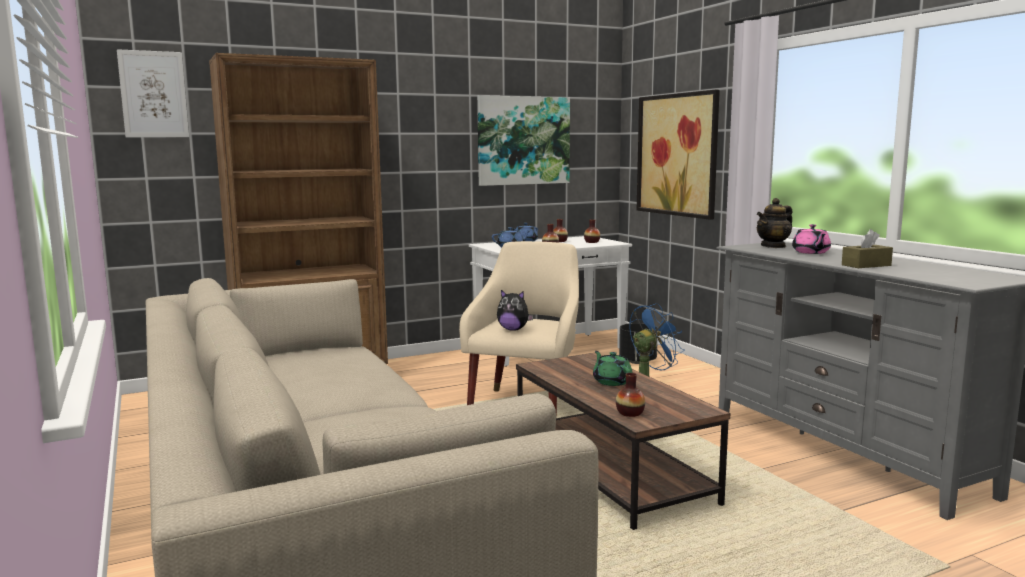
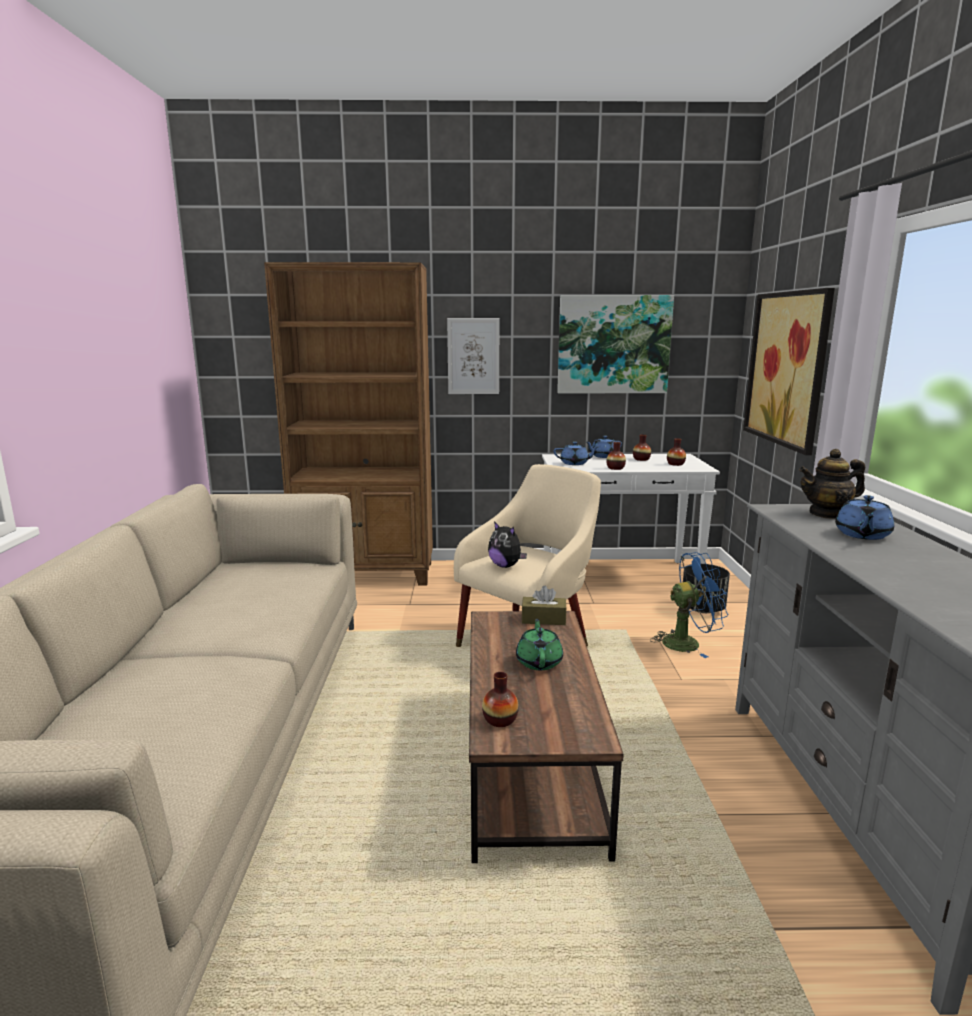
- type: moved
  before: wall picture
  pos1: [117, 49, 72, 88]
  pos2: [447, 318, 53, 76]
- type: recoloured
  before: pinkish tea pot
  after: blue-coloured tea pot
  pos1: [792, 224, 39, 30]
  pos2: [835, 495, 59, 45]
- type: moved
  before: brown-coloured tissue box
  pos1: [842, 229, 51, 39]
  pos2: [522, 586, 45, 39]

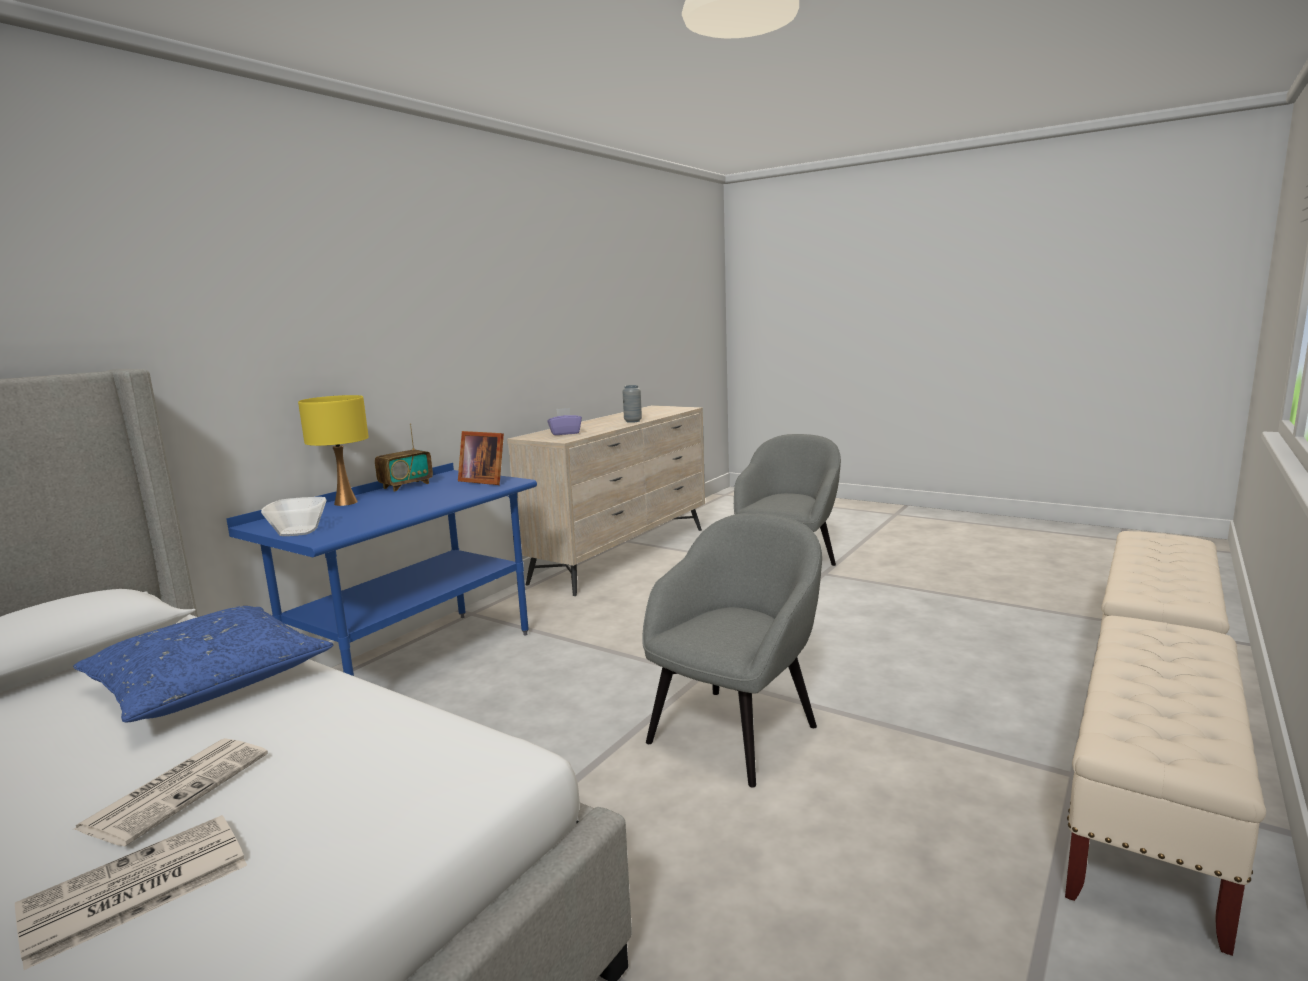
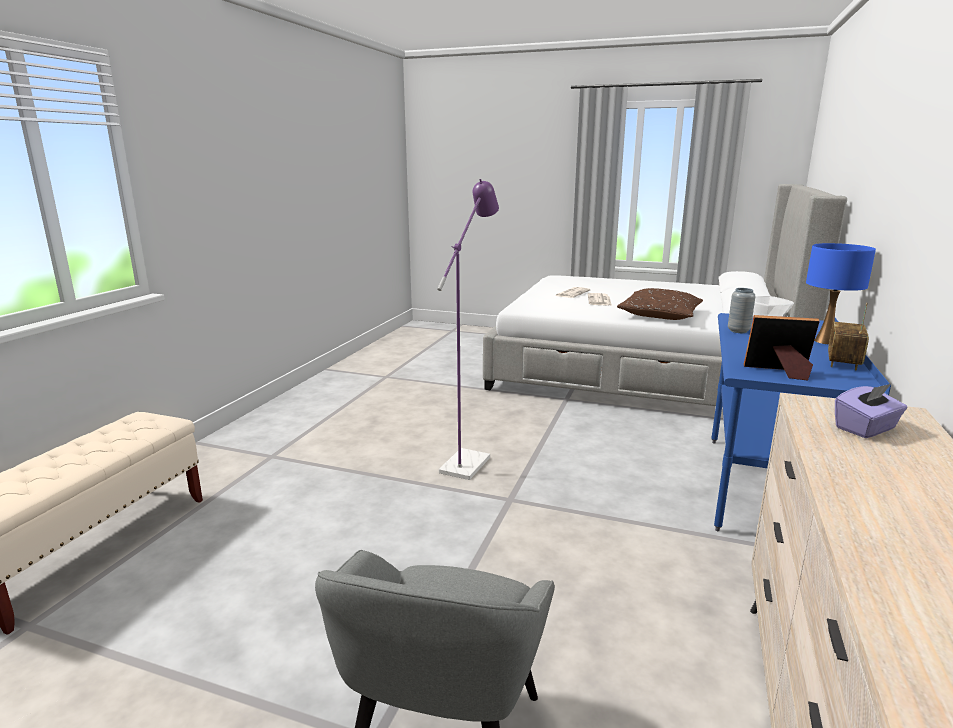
- type: recoloured
  before: blue-coloured cushion
  after: brown-coloured cushion
  pos1: [73, 606, 260, 116]
  pos2: [617, 288, 86, 32]
- type: recoloured
  before: yellow lamp for a table
  after: blue-coloured lamp for a table
  pos1: [298, 395, 71, 111]
  pos2: [806, 243, 70, 101]
- type: moved
  before: grey decorative vase
  pos1: [622, 385, 20, 38]
  pos2: [728, 288, 28, 45]
- type: replaced
  before: grey lounge chair
  after: purple-coloured standing lamp
  pos1: [642, 513, 180, 275]
  pos2: [437, 179, 62, 301]
- type: removed
  before: sand-coloured bench
  pos1: [1065, 616, 201, 340]

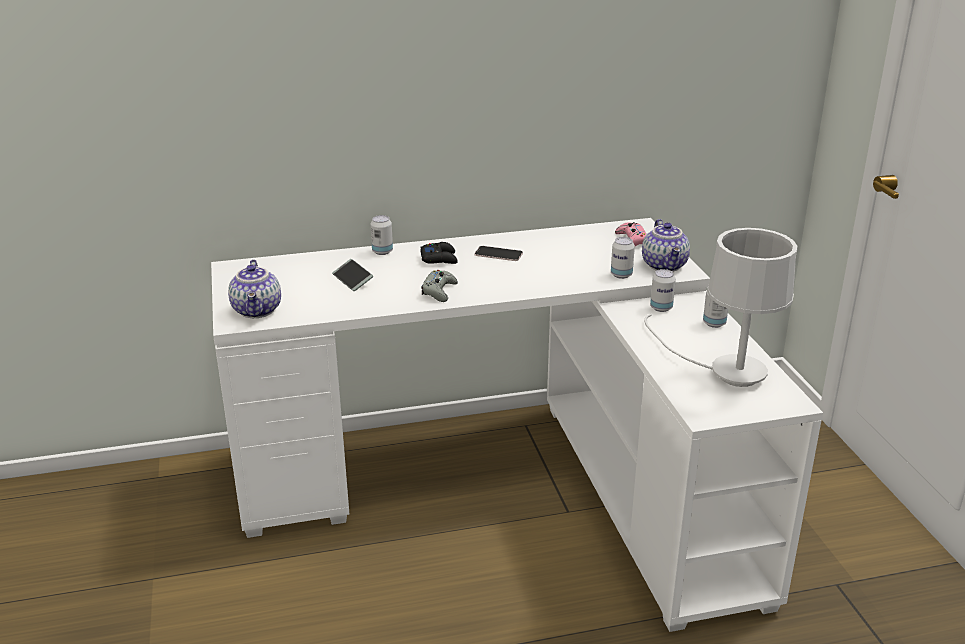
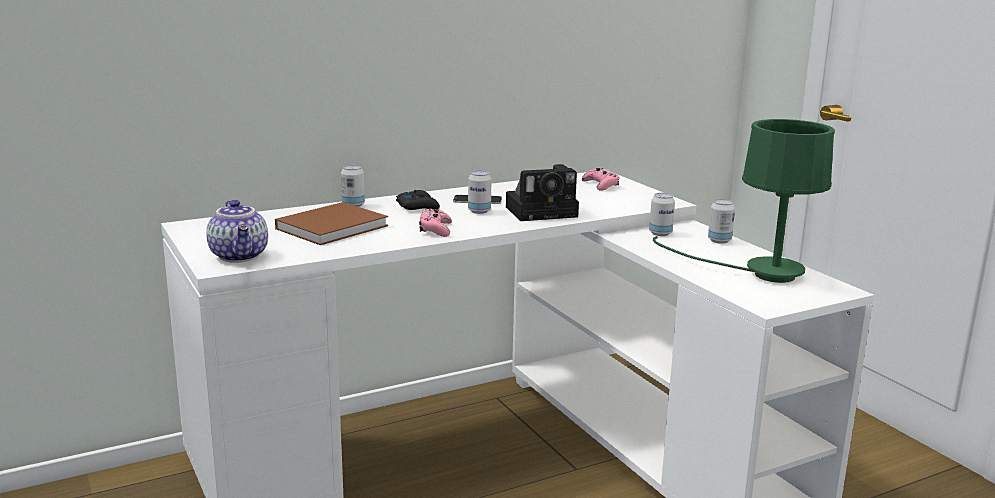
- type: replaced
  before: handset
  after: brown-coloured book
  pos1: [332, 259, 41, 32]
  pos2: [275, 202, 113, 43]
- type: recoloured
  before: grey joypad
  after: pinkish joypad
  pos1: [421, 270, 37, 32]
  pos2: [419, 209, 33, 28]
- type: moved
  before: can
  pos1: [611, 237, 24, 42]
  pos2: [468, 170, 24, 44]
- type: removed
  before: tea pot
  pos1: [642, 219, 48, 53]
- type: recoloured
  before: white-coloured lamp for a table
  after: green lamp for a table
  pos1: [644, 228, 154, 159]
  pos2: [653, 119, 182, 164]
- type: added
  after: still camera
  pos2: [506, 164, 73, 57]

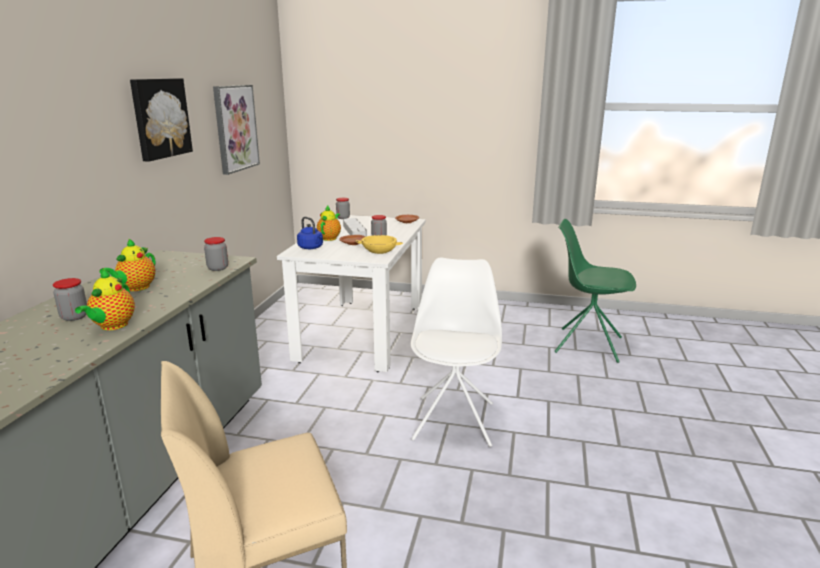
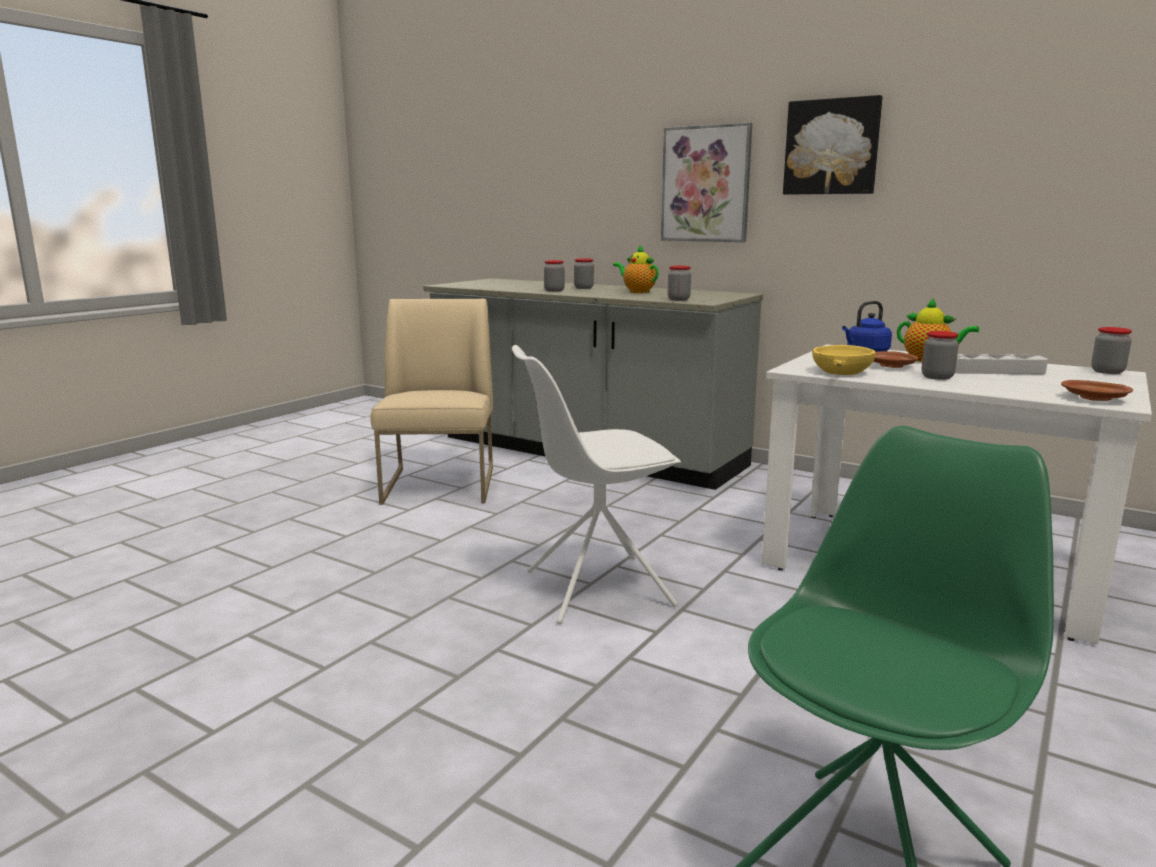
- type: replaced
  before: tea pot
  after: storage jar
  pos1: [75, 269, 60, 61]
  pos2: [544, 260, 21, 32]
- type: moved
  before: wall picture
  pos1: [213, 85, 47, 90]
  pos2: [661, 123, 91, 119]
- type: turned
  before: white-coloured upright chair
  pos1: [411, 257, 91, 190]
  pos2: [512, 345, 169, 279]
  turn: 135

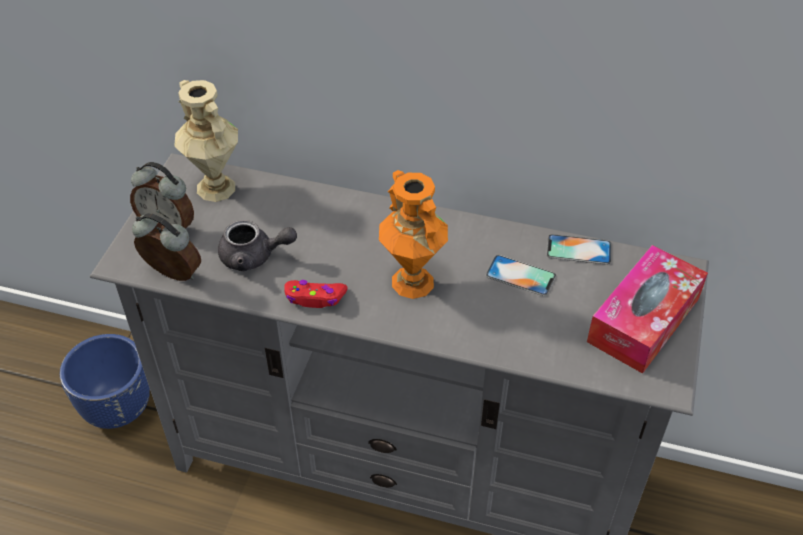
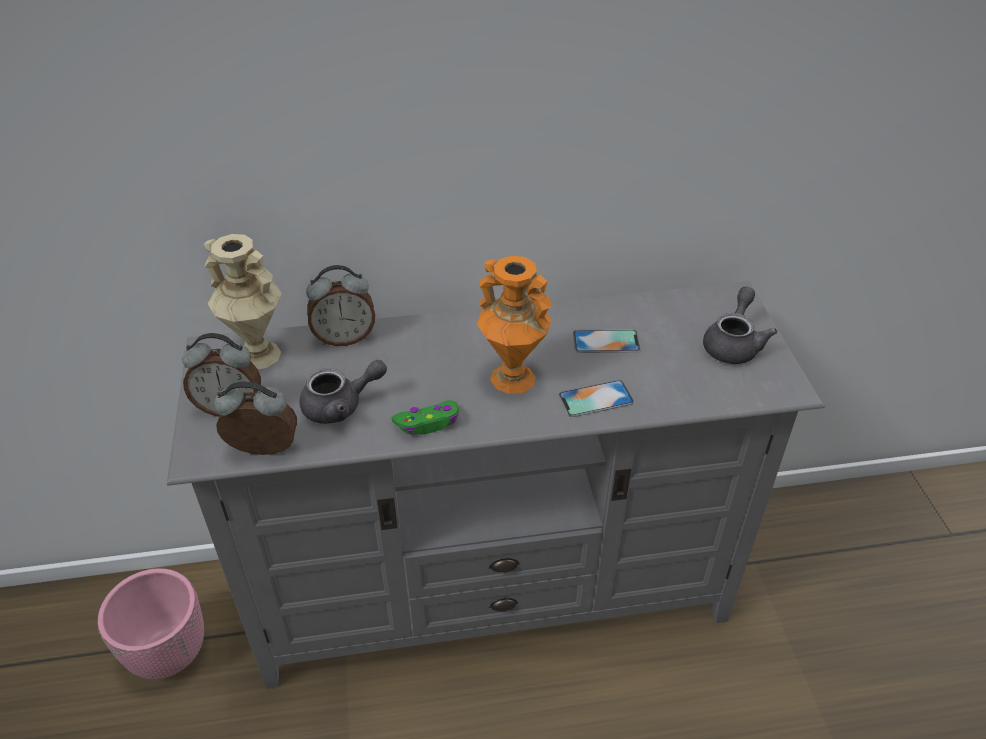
- type: recoloured
  before: blue-coloured flower pot
  after: pinkish flower pot
  pos1: [60, 334, 90, 95]
  pos2: [97, 568, 107, 111]
- type: recoloured
  before: reddish joypad
  after: green joypad
  pos1: [284, 280, 64, 28]
  pos2: [392, 400, 67, 35]
- type: moved
  before: handset
  pos1: [547, 234, 65, 31]
  pos2: [558, 380, 76, 37]
- type: replaced
  before: tissue box
  after: grey tea pot
  pos1: [587, 245, 121, 129]
  pos2: [703, 286, 74, 78]
- type: added
  after: bedside clock
  pos2: [306, 265, 69, 81]

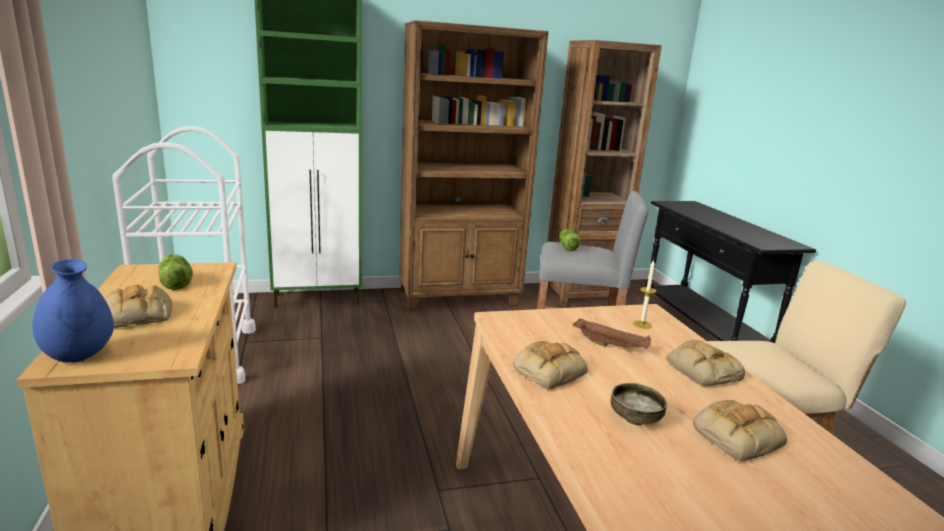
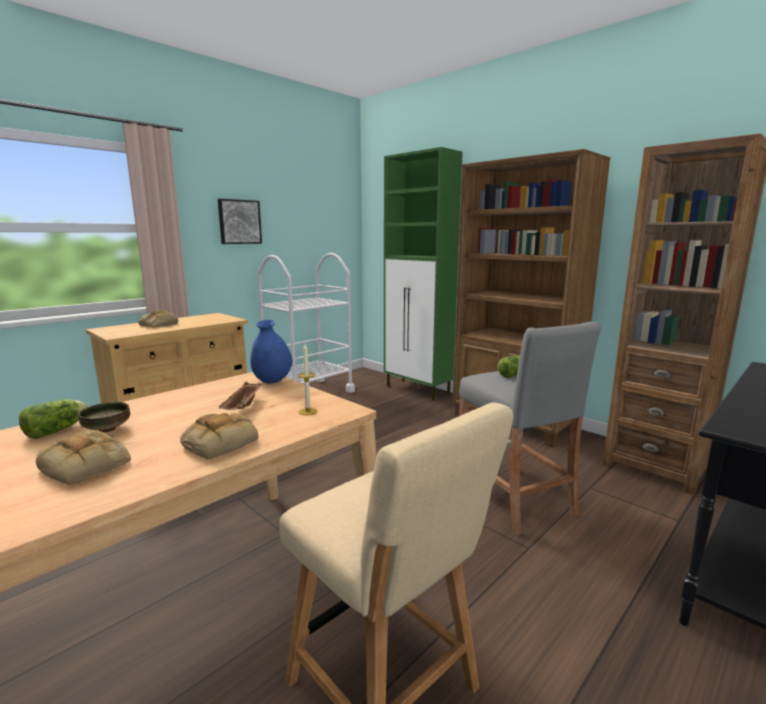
- type: moved
  before: blue-coloured decorative vase
  pos1: [32, 259, 82, 104]
  pos2: [250, 320, 42, 64]
- type: moved
  before: head of lettuce
  pos1: [158, 254, 35, 36]
  pos2: [19, 399, 68, 40]
- type: removed
  before: baked bread
  pos1: [513, 341, 75, 48]
- type: added
  after: wall picture
  pos2: [218, 199, 44, 45]

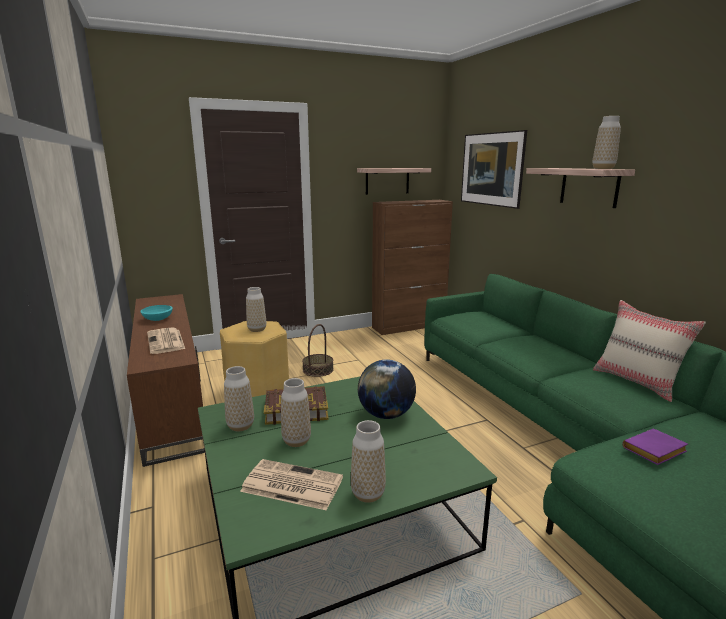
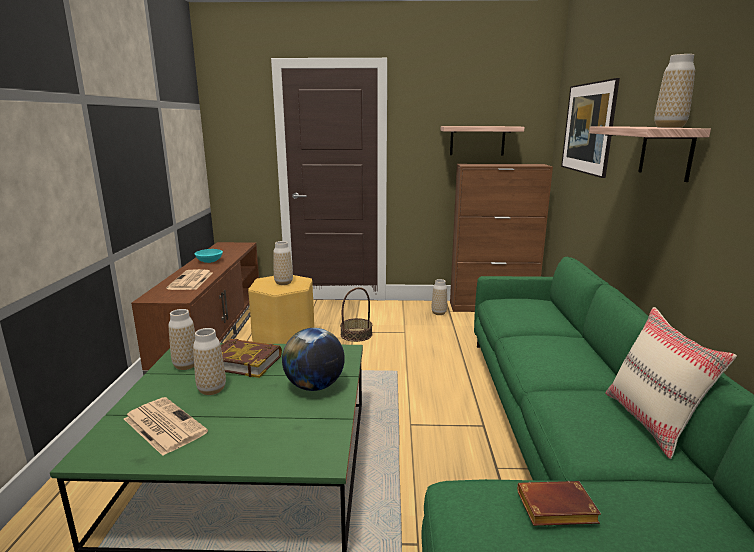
- type: moved
  before: decorative vase
  pos1: [351, 420, 35, 83]
  pos2: [432, 279, 15, 36]
- type: recoloured
  before: purple-coloured book
  after: brown-coloured book
  pos1: [622, 429, 66, 36]
  pos2: [517, 481, 84, 45]

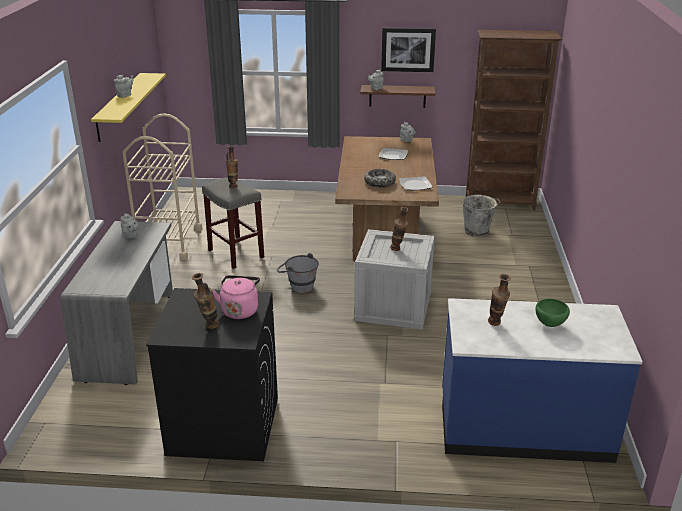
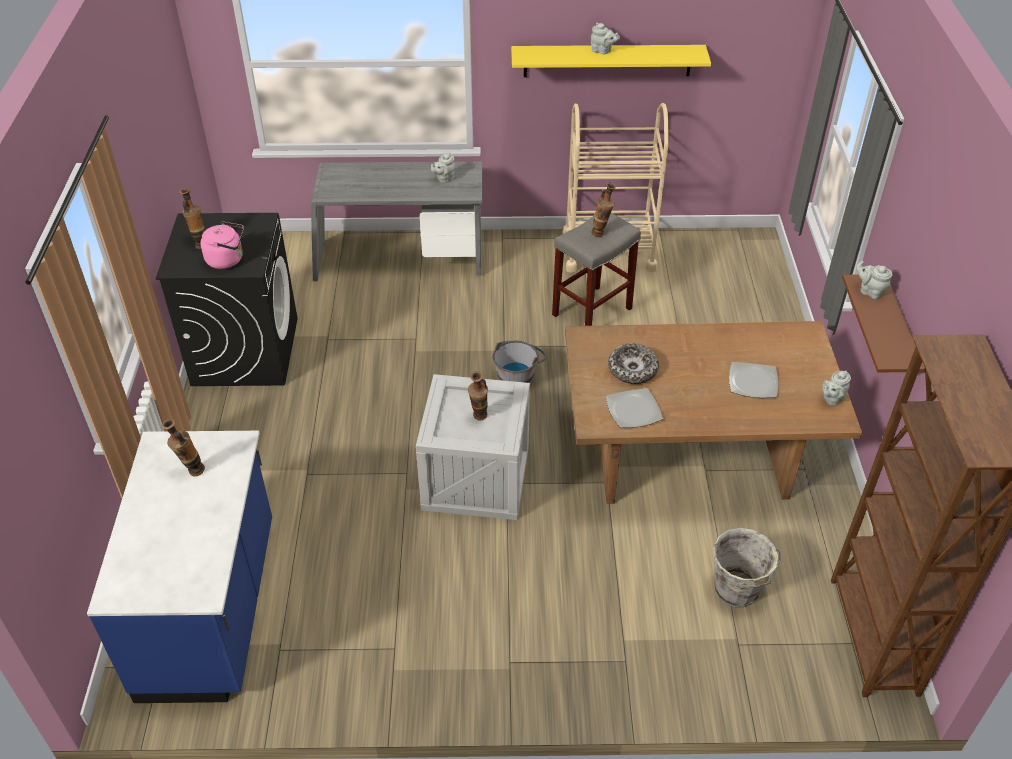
- type: removed
  before: wall picture
  pos1: [381, 28, 55, 44]
- type: removed
  before: green serving bowl
  pos1: [535, 299, 35, 28]

